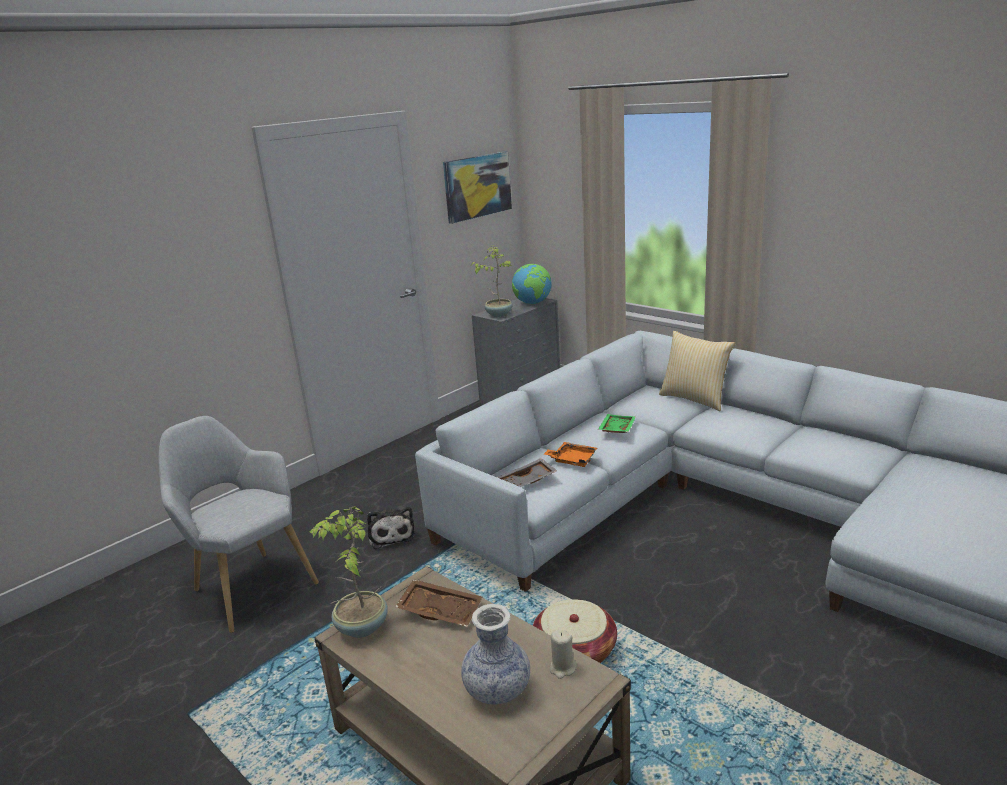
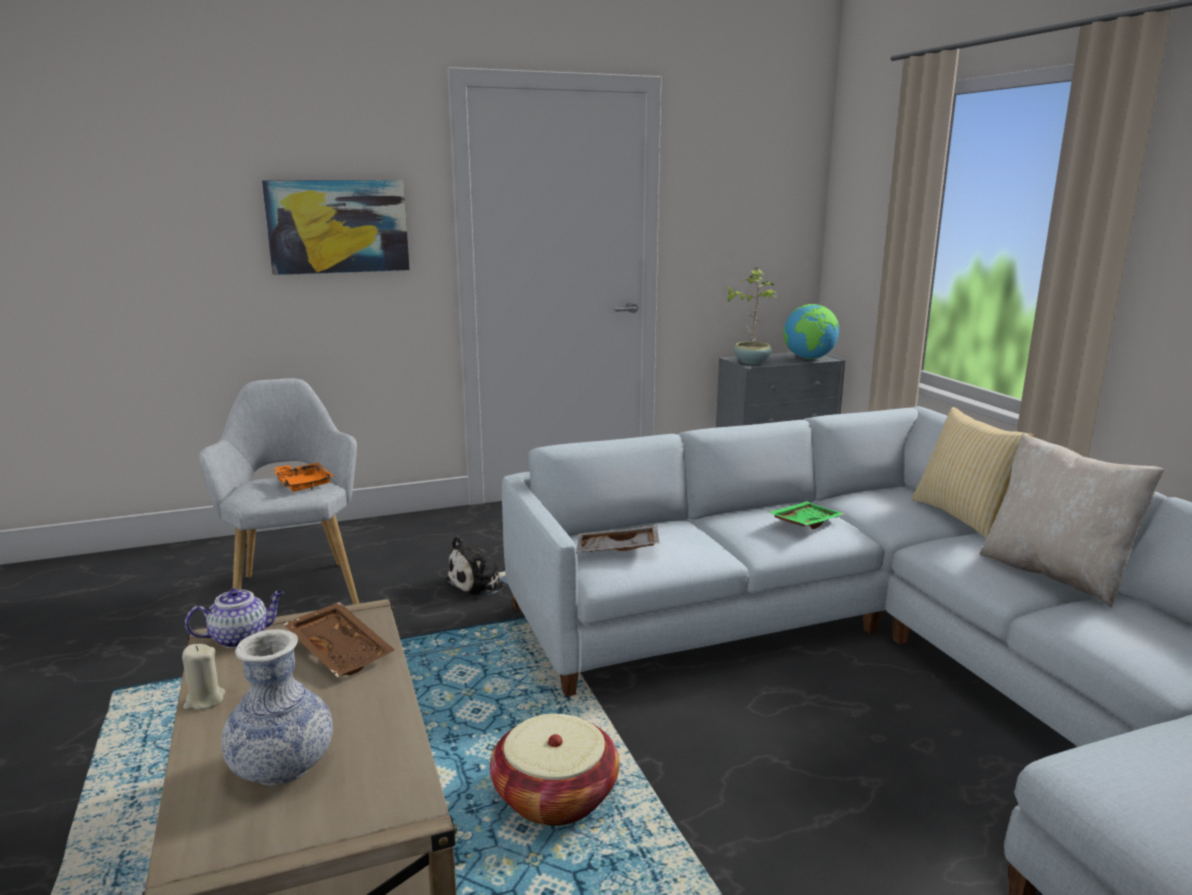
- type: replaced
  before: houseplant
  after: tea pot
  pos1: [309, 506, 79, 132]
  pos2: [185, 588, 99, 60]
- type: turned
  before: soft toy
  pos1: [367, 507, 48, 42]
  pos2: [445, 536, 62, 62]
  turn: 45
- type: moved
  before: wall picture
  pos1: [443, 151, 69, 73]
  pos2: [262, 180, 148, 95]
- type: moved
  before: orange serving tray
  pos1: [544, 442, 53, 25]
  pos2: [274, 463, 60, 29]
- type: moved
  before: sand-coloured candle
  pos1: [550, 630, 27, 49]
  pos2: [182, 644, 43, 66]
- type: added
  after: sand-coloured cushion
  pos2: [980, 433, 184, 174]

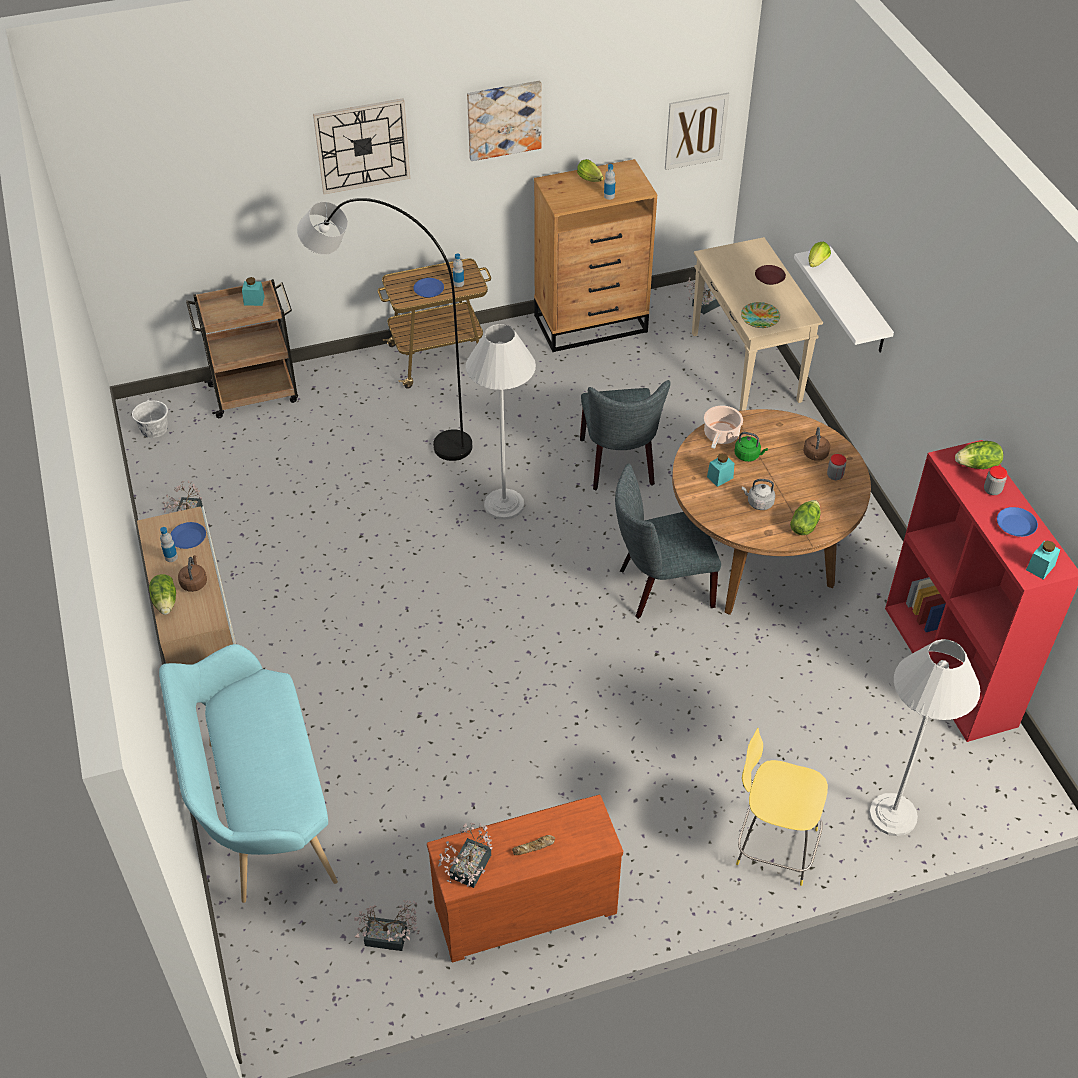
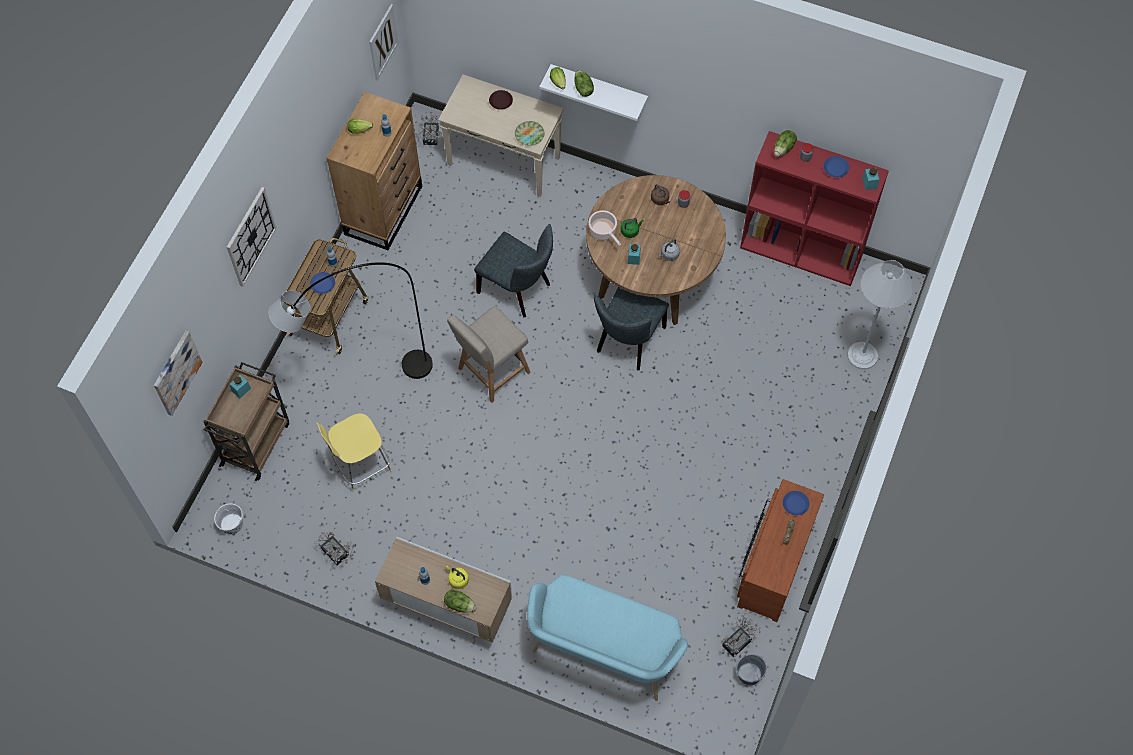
- type: moved
  before: blue-coloured dinner plate
  pos1: [170, 522, 36, 27]
  pos2: [783, 491, 26, 25]
- type: recoloured
  before: brown-coloured kettle
  after: yellow kettle
  pos1: [178, 555, 29, 37]
  pos2: [446, 566, 23, 23]
- type: removed
  before: houseplant
  pos1: [438, 822, 54, 66]
- type: replaced
  before: white-coloured standing lamp
  after: sand-coloured upright chair
  pos1: [465, 324, 71, 196]
  pos2: [447, 307, 84, 96]
- type: moved
  before: wall picture
  pos1: [467, 81, 75, 80]
  pos2: [154, 331, 48, 85]
- type: moved
  before: yellow stool seat
  pos1: [736, 728, 92, 158]
  pos2: [316, 413, 76, 79]
- type: moved
  before: head of lettuce
  pos1: [790, 500, 31, 35]
  pos2: [574, 70, 20, 27]
- type: added
  after: grey water bucket
  pos2: [736, 654, 31, 31]

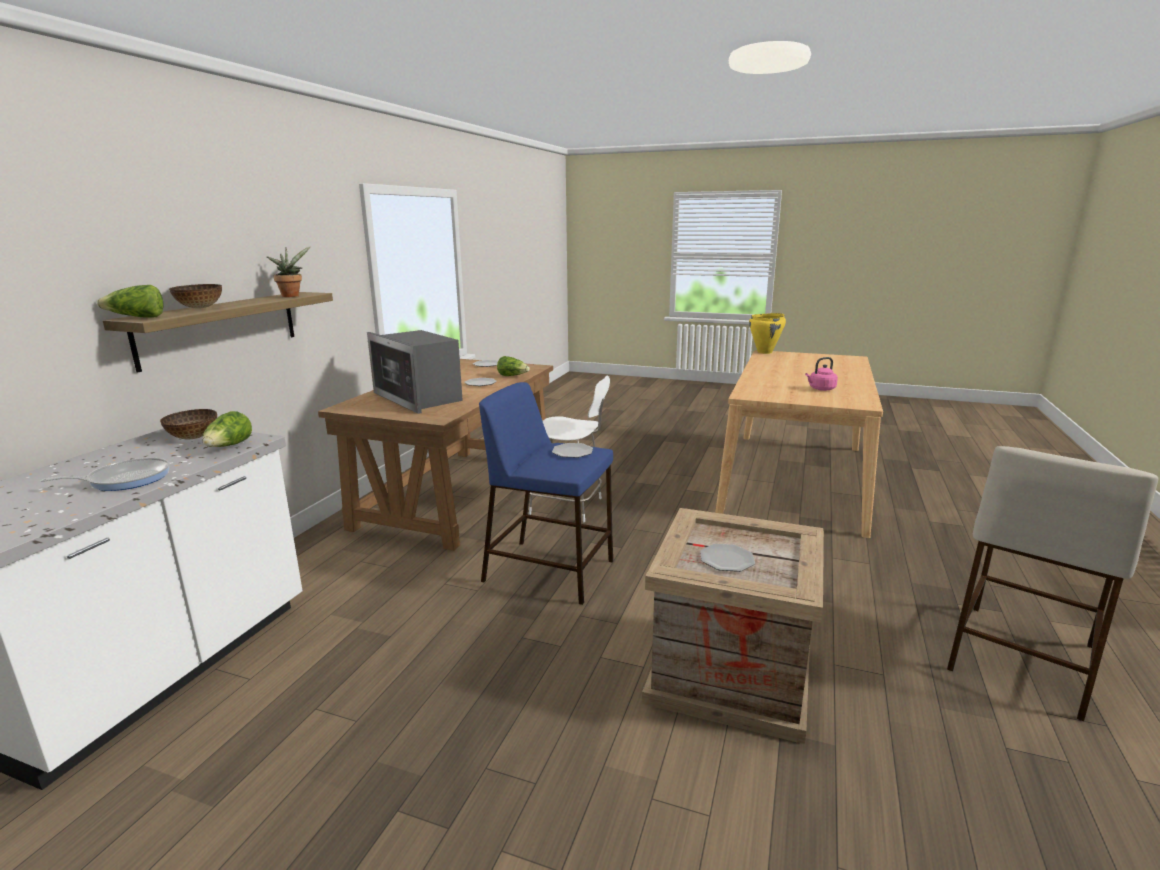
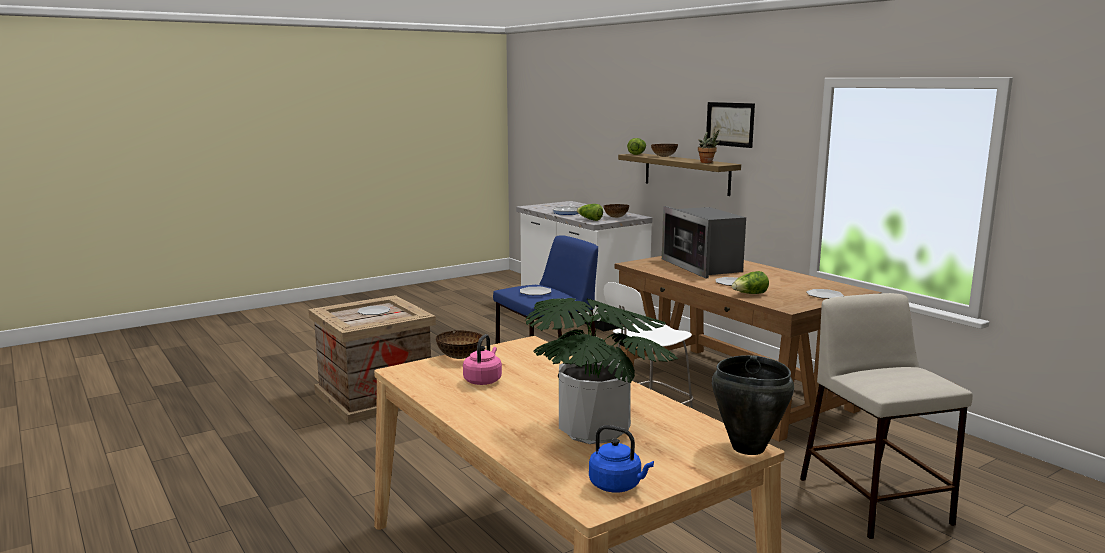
- type: turned
  before: kitchen microwave
  pos1: [367, 330, 96, 84]
  pos2: [662, 206, 84, 72]
  turn: -105
- type: recoloured
  before: yellow stockpot
  after: blackish stockpot
  pos1: [749, 313, 37, 41]
  pos2: [712, 355, 82, 100]
- type: moved
  before: sand-coloured stool seat
  pos1: [947, 446, 211, 275]
  pos2: [800, 293, 173, 246]
- type: added
  after: serving bowl
  pos2: [436, 330, 46, 29]
- type: added
  after: houseplant
  pos2: [525, 298, 153, 146]
- type: added
  after: blue-coloured kettle
  pos2: [589, 425, 65, 68]
- type: added
  after: wall picture
  pos2: [706, 102, 49, 46]

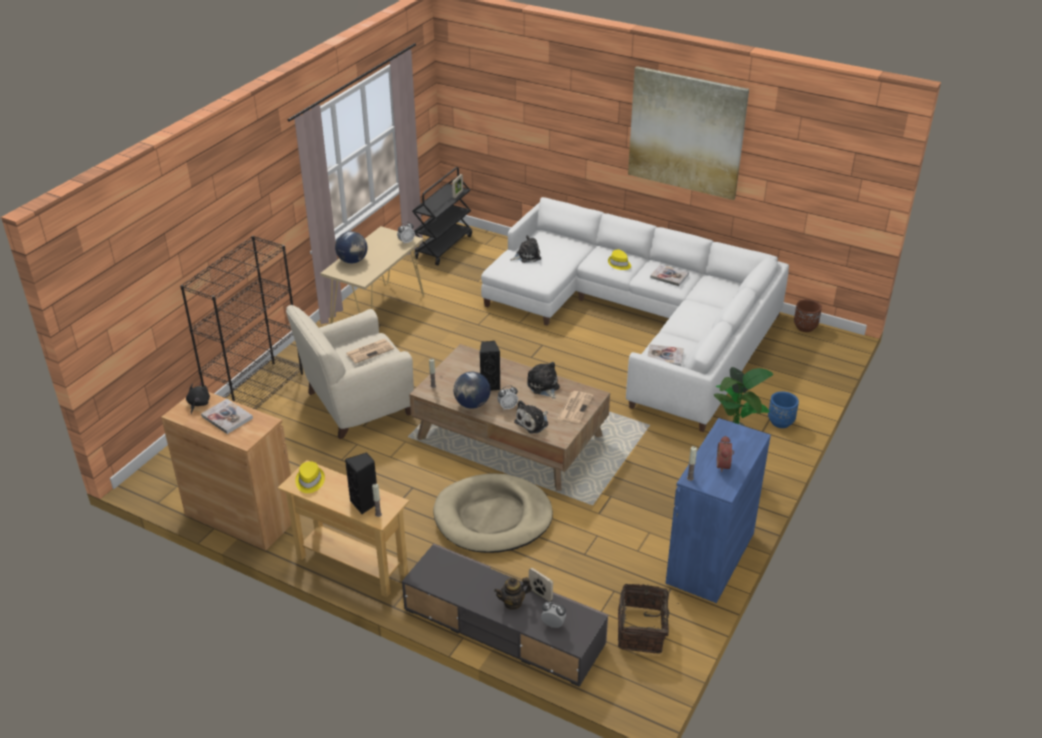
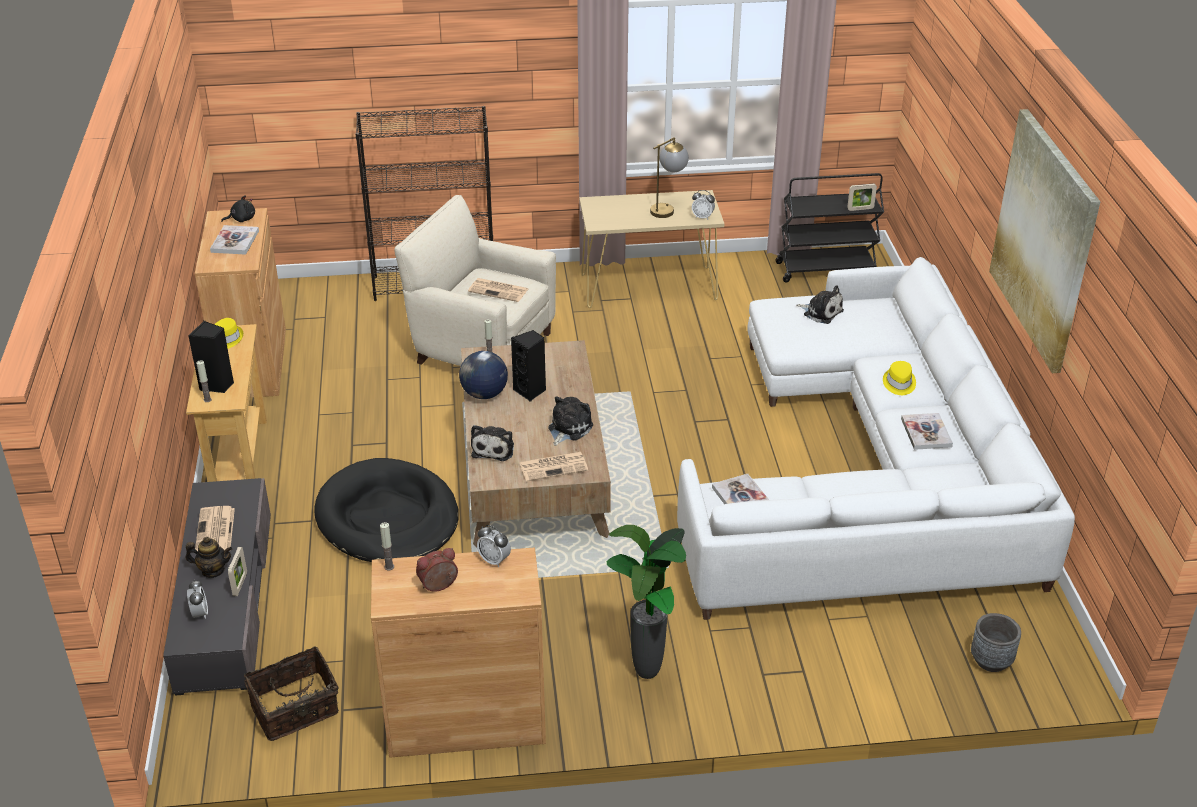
- type: removed
  before: world globe
  pos1: [335, 231, 32, 33]
- type: recoloured
  before: sand-coloured dog cushion
  after: blackish dog cushion
  pos1: [433, 473, 120, 80]
  pos2: [314, 458, 145, 104]
- type: turned
  before: tea pot
  pos1: [494, 577, 38, 33]
  pos2: [186, 537, 47, 41]
  turn: 150
- type: moved
  before: bedside clock
  pos1: [498, 386, 20, 24]
  pos2: [477, 525, 34, 42]
- type: turned
  before: soft toy
  pos1: [514, 400, 34, 34]
  pos2: [471, 425, 43, 36]
  turn: -90
- type: recoloured
  before: blue-coloured cabinet
  after: brown-coloured cabinet
  pos1: [666, 418, 105, 185]
  pos2: [371, 547, 175, 211]
- type: removed
  before: blue-coloured flower pot
  pos1: [768, 391, 31, 37]
- type: removed
  before: brown-coloured flower pot
  pos1: [794, 299, 28, 33]
- type: added
  after: printed paper
  pos2: [195, 506, 40, 45]
- type: added
  after: lamp for a table
  pos2: [650, 137, 39, 81]
- type: added
  after: grey flower pot
  pos2: [971, 613, 50, 59]

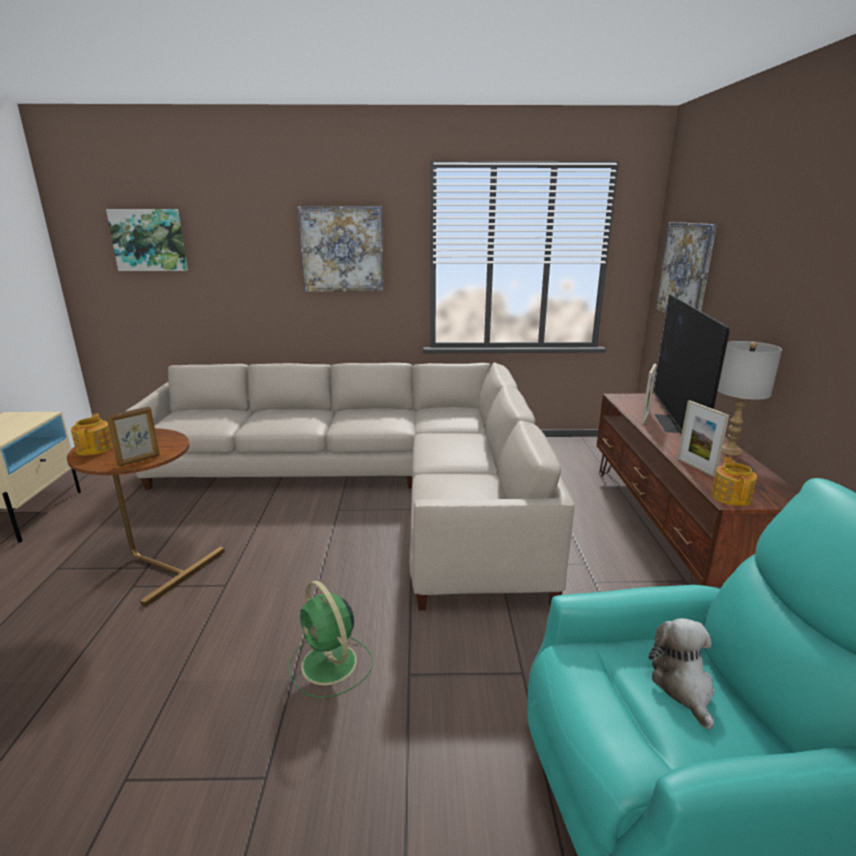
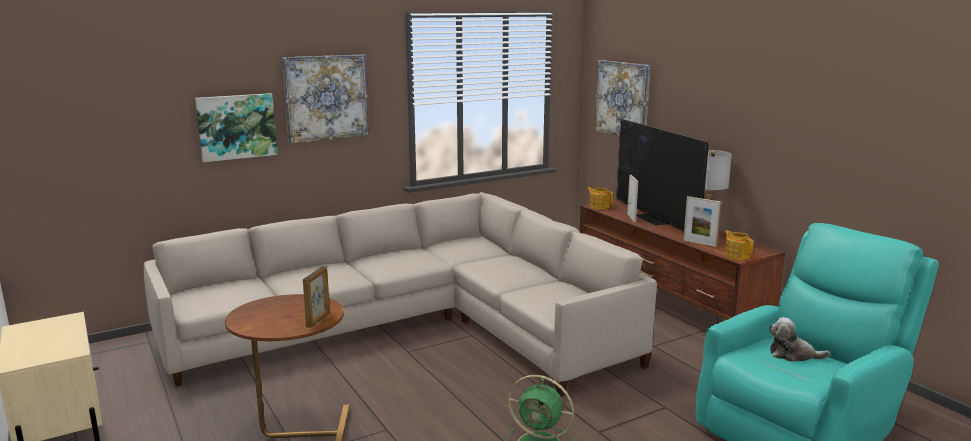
- type: moved
  before: tea pot
  pos1: [71, 413, 42, 42]
  pos2: [587, 187, 26, 23]
- type: moved
  before: wall picture
  pos1: [106, 209, 82, 62]
  pos2: [195, 93, 82, 69]
- type: turned
  before: soft toy
  pos1: [649, 618, 66, 112]
  pos2: [769, 317, 61, 44]
  turn: -45

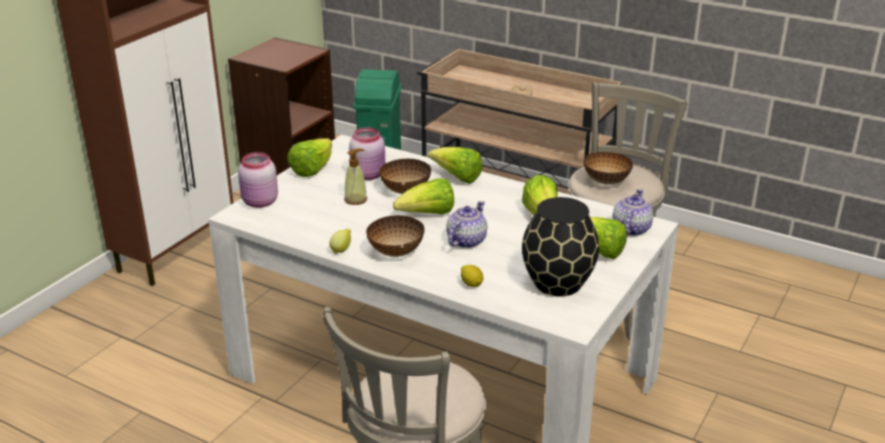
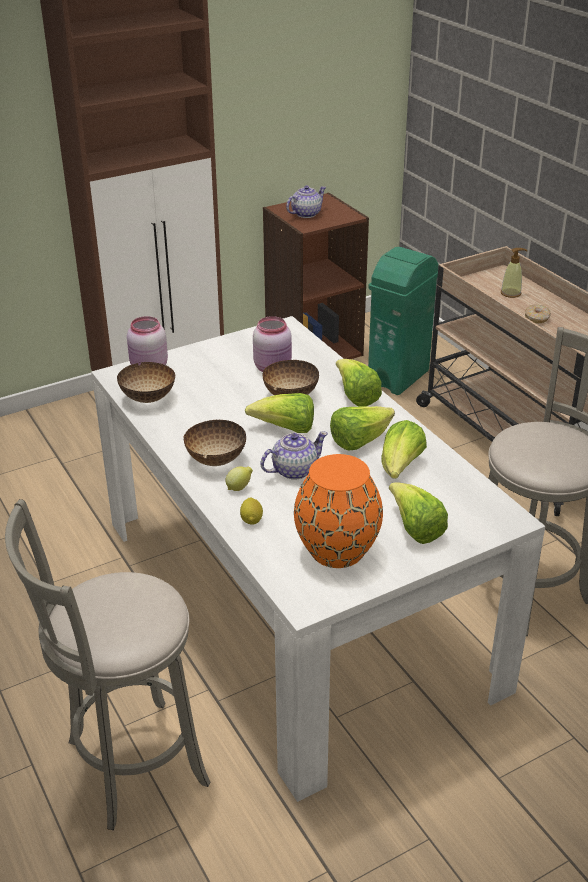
- type: moved
  before: head of lettuce
  pos1: [287, 138, 45, 39]
  pos2: [330, 406, 65, 44]
- type: moved
  before: whole lemon
  pos1: [329, 229, 22, 25]
  pos2: [225, 467, 28, 24]
- type: moved
  before: soap dispenser
  pos1: [344, 149, 23, 56]
  pos2: [501, 248, 27, 50]
- type: recoloured
  before: blackish decorative vase
  after: orange decorative vase
  pos1: [522, 197, 77, 100]
  pos2: [294, 454, 89, 114]
- type: moved
  before: serving bowl
  pos1: [584, 152, 49, 33]
  pos2: [117, 362, 59, 41]
- type: moved
  before: tea pot
  pos1: [612, 189, 42, 47]
  pos2: [286, 185, 40, 33]

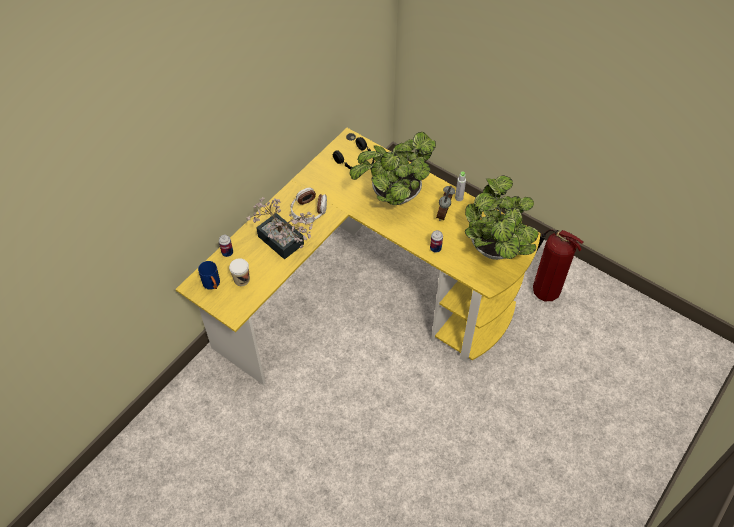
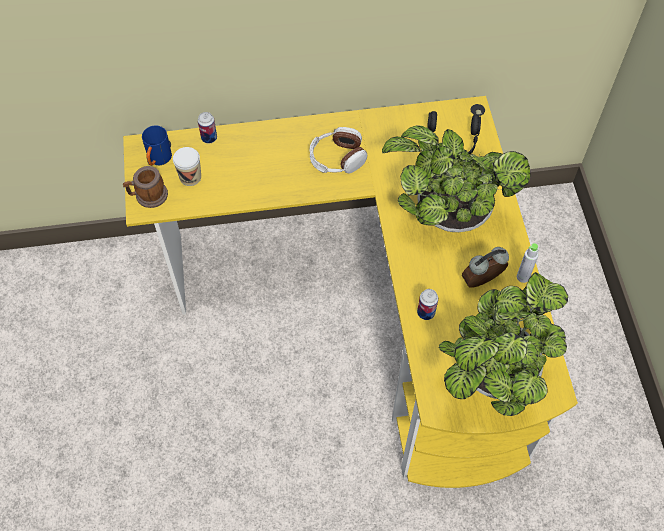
- type: removed
  before: houseplant
  pos1: [246, 197, 69, 63]
- type: removed
  before: extinguisher
  pos1: [533, 230, 51, 71]
- type: added
  after: tea mug
  pos2: [123, 166, 45, 42]

